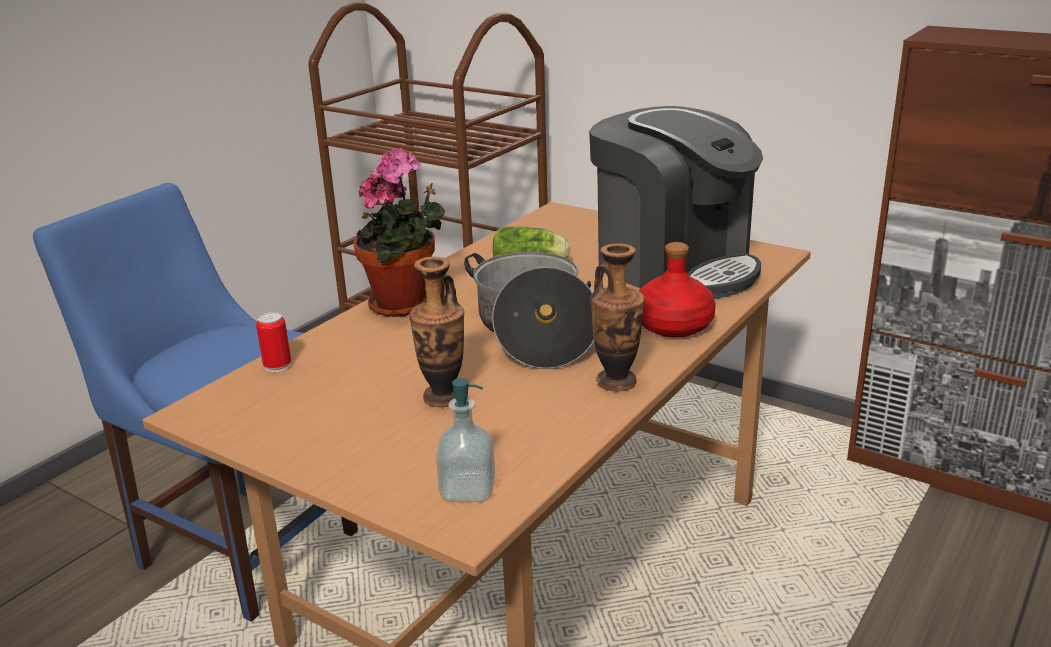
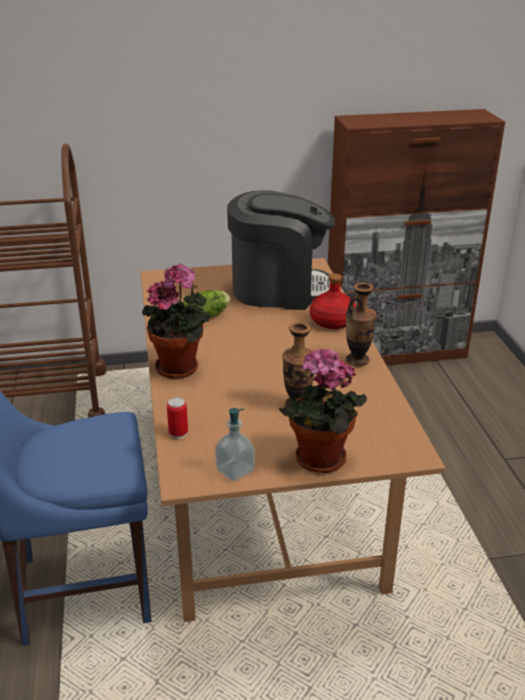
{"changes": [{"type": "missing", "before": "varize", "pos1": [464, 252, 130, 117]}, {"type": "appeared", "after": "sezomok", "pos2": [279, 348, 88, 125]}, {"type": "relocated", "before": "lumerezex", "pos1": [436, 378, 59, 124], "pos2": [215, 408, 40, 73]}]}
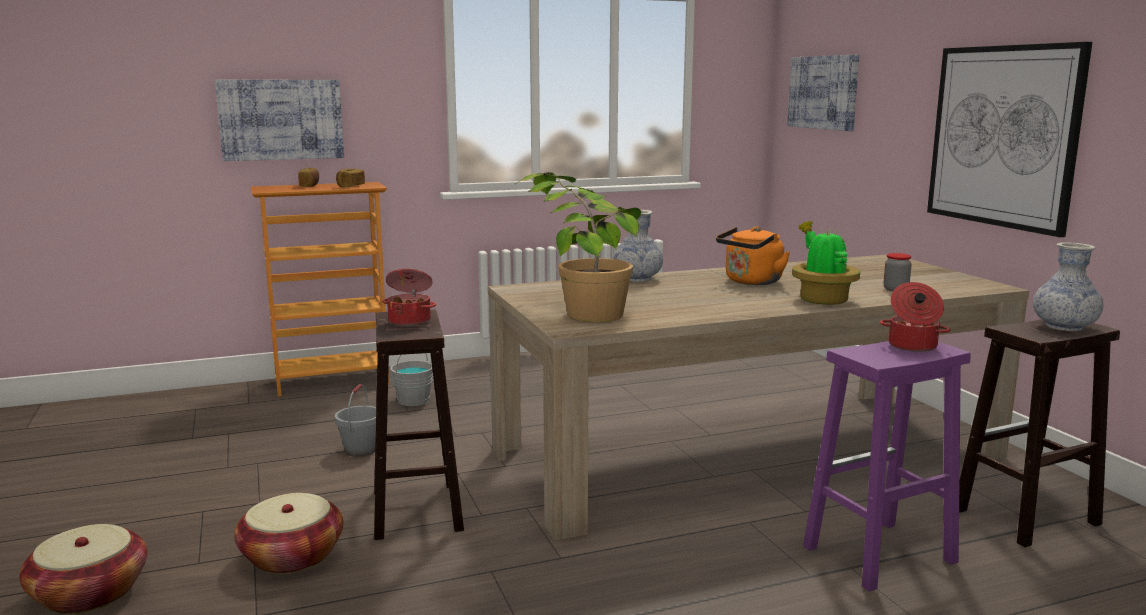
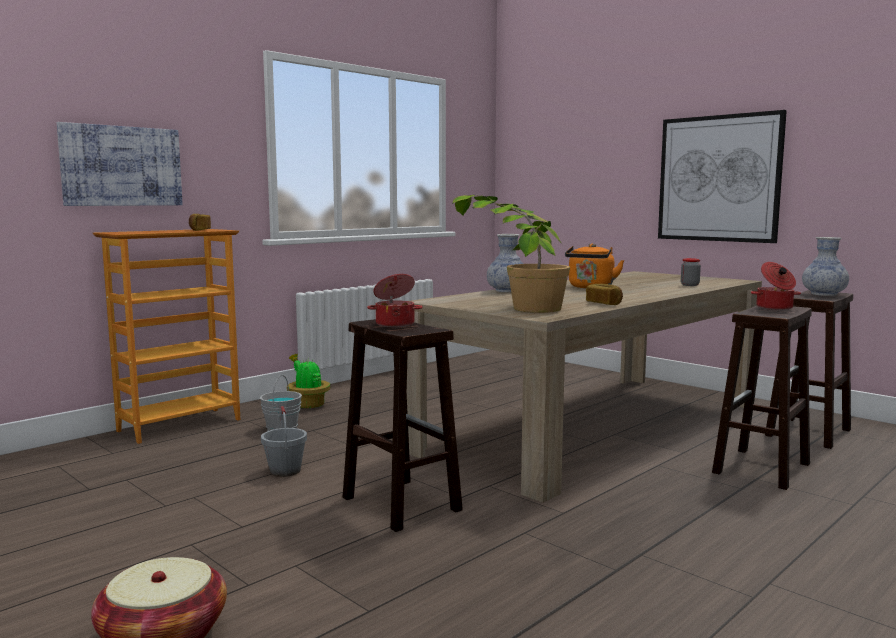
{"changes": [{"type": "missing", "before": "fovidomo", "pos1": [234, 493, 109, 81]}, {"type": "missing", "before": "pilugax", "pos1": [787, 55, 72, 76]}, {"type": "relocated", "before": "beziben", "pos1": [298, 168, 21, 19], "pos2": [586, 284, 37, 21]}, {"type": "relocated", "before": "sezomok", "pos1": [792, 221, 68, 84], "pos2": [287, 354, 43, 54]}, {"type": "colour", "before": "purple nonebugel", "after": "brown nonebugel", "pos1": [803, 341, 168, 251], "pos2": [712, 305, 100, 185]}]}
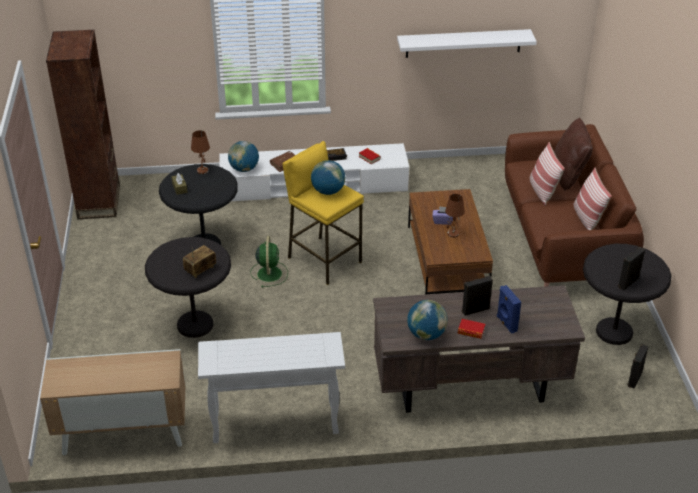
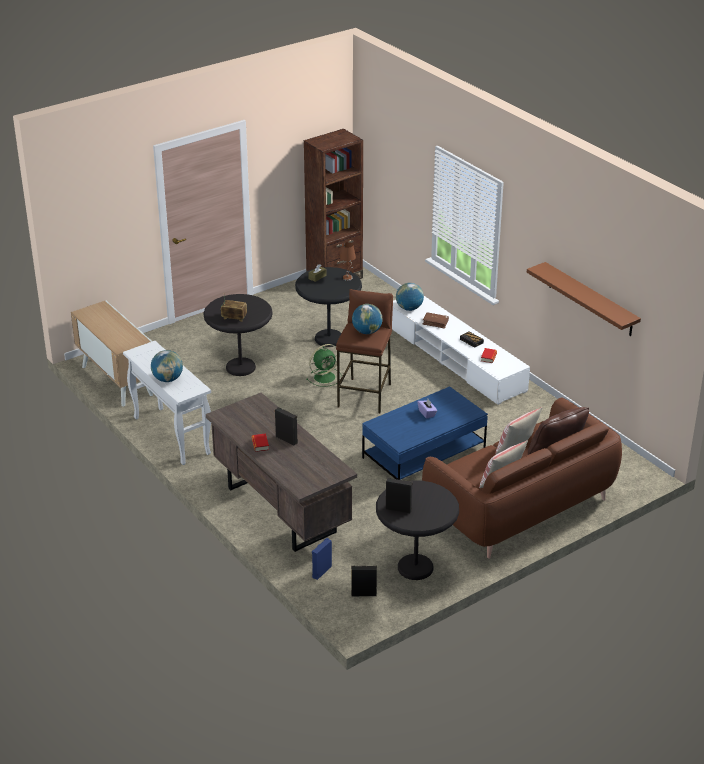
{"changes": [{"type": "missing", "before": "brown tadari", "pos1": [445, 194, 20, 44]}, {"type": "relocated", "before": "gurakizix", "pos1": [407, 300, 41, 40], "pos2": [151, 350, 32, 32]}, {"type": "relocated", "before": "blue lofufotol", "pos1": [497, 285, 24, 48], "pos2": [312, 538, 20, 42]}, {"type": "colour", "before": "yellow nonebugel", "after": "brown nonebugel", "pos1": [283, 141, 81, 144], "pos2": [336, 289, 57, 124]}, {"type": "colour", "before": "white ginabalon", "after": "brown ginabalon", "pos1": [397, 29, 140, 29], "pos2": [527, 262, 114, 74]}, {"type": "colour", "before": "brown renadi", "after": "blue renadi", "pos1": [408, 189, 85, 106], "pos2": [362, 386, 126, 94]}]}
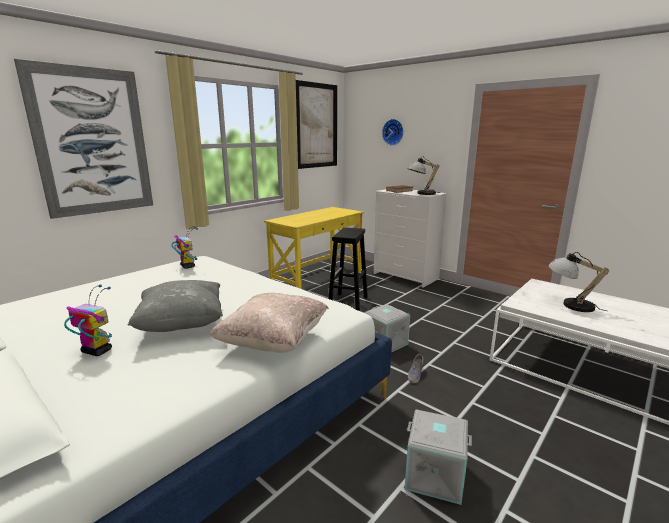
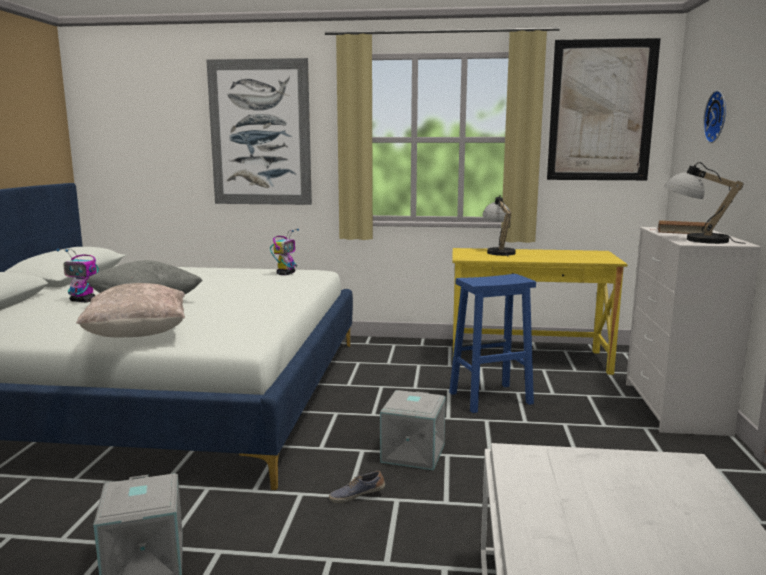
{"changes": [{"type": "relocated", "before": "tadari", "pos1": [548, 252, 61, 60], "pos2": [482, 195, 34, 62]}, {"type": "colour", "before": "black nonebugel", "after": "blue nonebugel", "pos1": [328, 227, 40, 84], "pos2": [449, 274, 87, 139]}, {"type": "spun", "before": "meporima", "pos1": [64, 284, 48, 72], "pos2": [56, 249, 42, 53], "turn": 120}]}
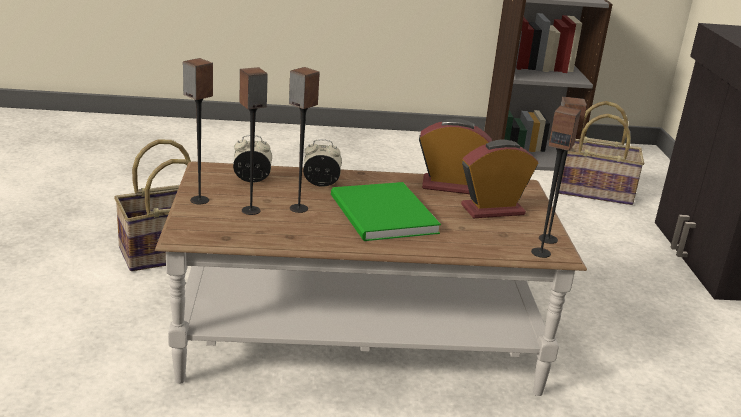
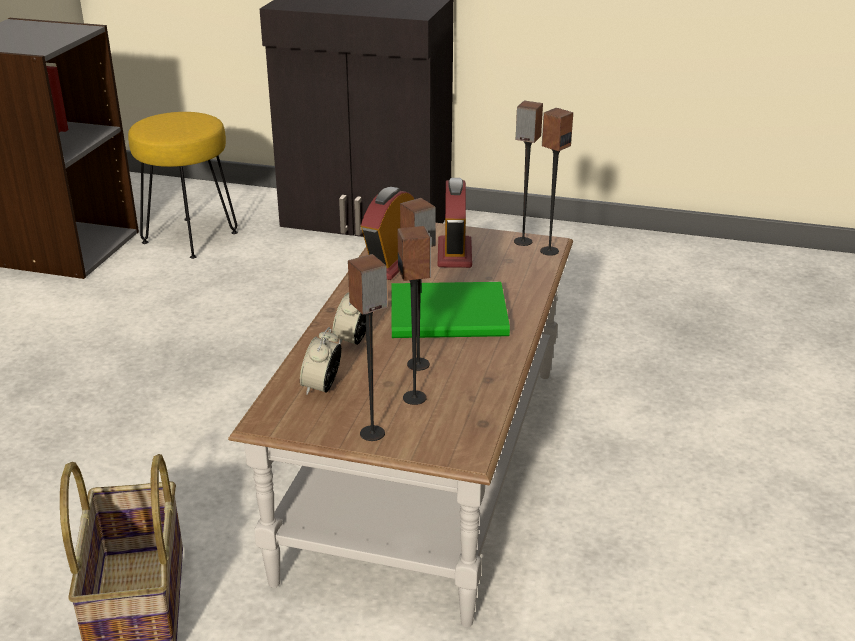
{"changes": [{"type": "exchanged", "before": "fovidomo", "after": "yellow nonebugel", "pos1": [555, 101, 89, 104], "pos2": [128, 112, 110, 147]}]}
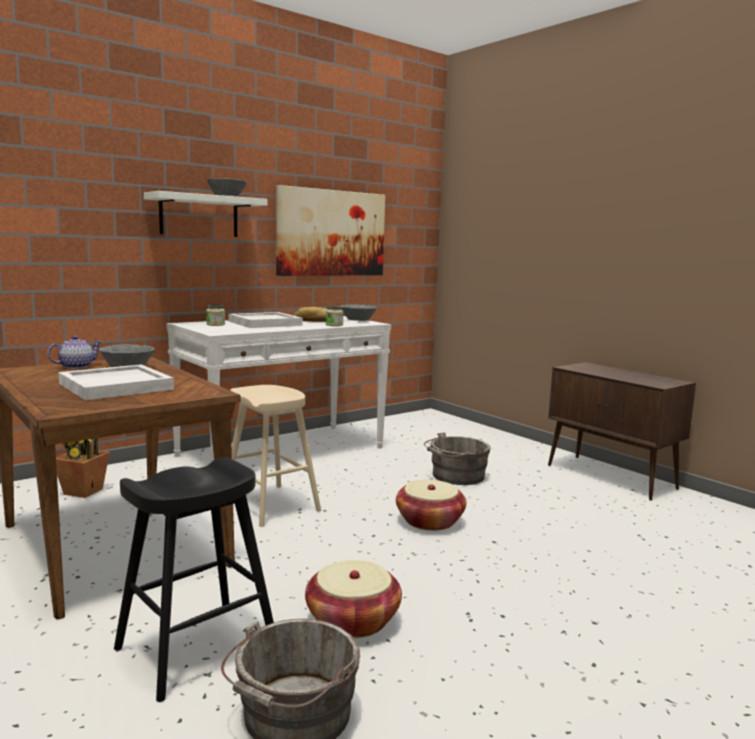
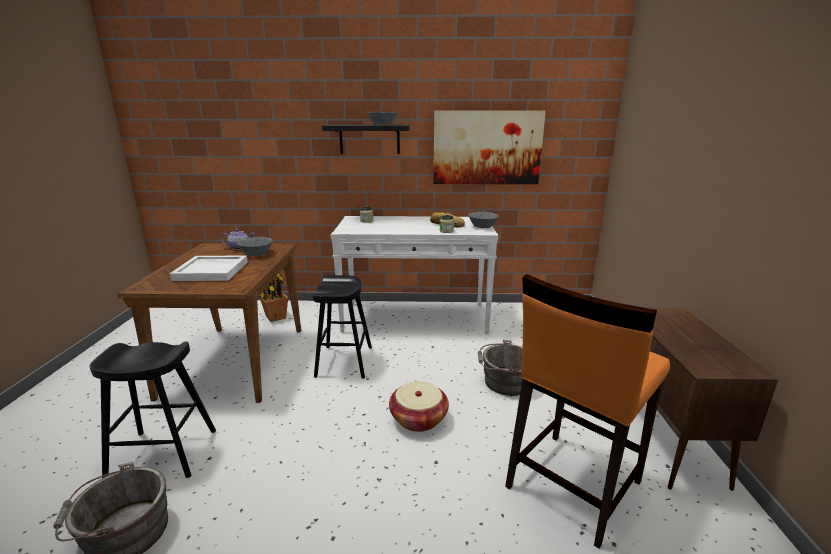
{"changes": [{"type": "missing", "before": "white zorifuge", "pos1": [229, 312, 74, 16]}, {"type": "missing", "before": "fovidomo", "pos1": [305, 560, 97, 78]}, {"type": "appeared", "after": "orange nonebugel", "pos2": [505, 274, 165, 275]}, {"type": "colour", "before": "white ginabalon", "after": "black ginabalon", "pos1": [144, 191, 123, 46], "pos2": [322, 125, 88, 29]}, {"type": "colour", "before": "beige nonebugel", "after": "black nonebugel", "pos1": [230, 385, 91, 142], "pos2": [313, 275, 59, 104]}]}
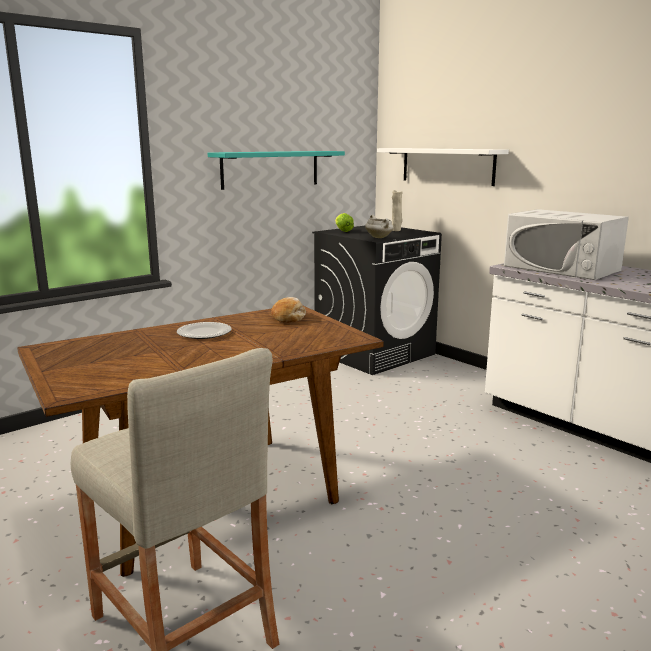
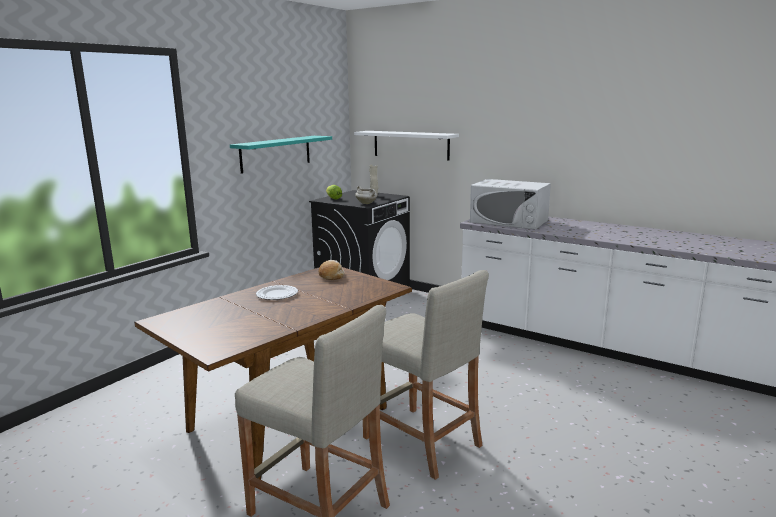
{"changes": [{"type": "appeared", "after": "beige nonebugel", "pos2": [363, 270, 126, 210]}]}
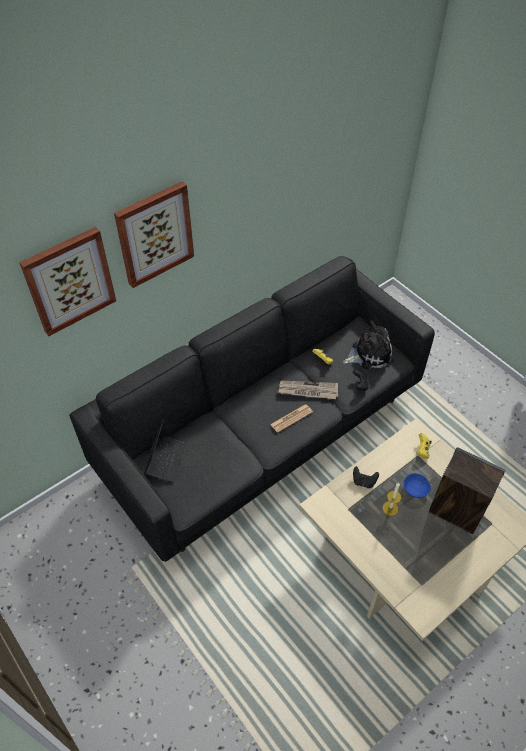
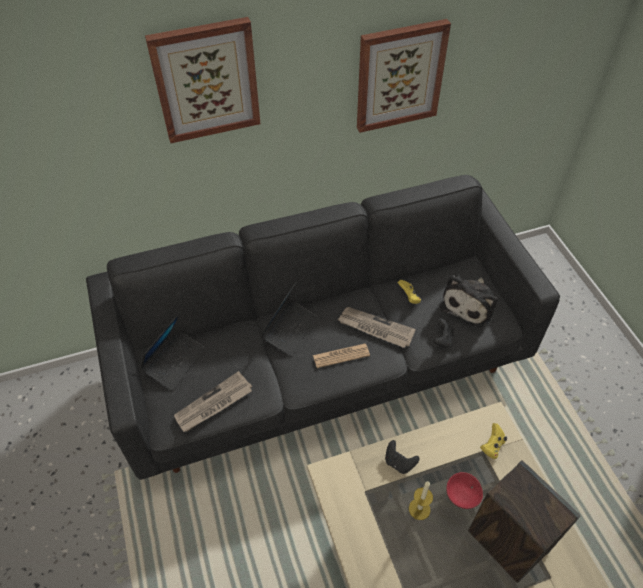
{"changes": [{"type": "appeared", "after": "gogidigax", "pos2": [174, 371, 78, 61]}, {"type": "appeared", "after": "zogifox", "pos2": [260, 281, 57, 76]}, {"type": "relocated", "before": "pilugax", "pos1": [19, 227, 97, 109], "pos2": [357, 19, 94, 114]}, {"type": "colour", "before": "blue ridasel", "after": "red ridasel", "pos1": [404, 473, 27, 25], "pos2": [446, 472, 37, 37]}, {"type": "spun", "before": "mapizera", "pos1": [343, 321, 50, 48], "pos2": [440, 275, 58, 53], "turn": 120}]}
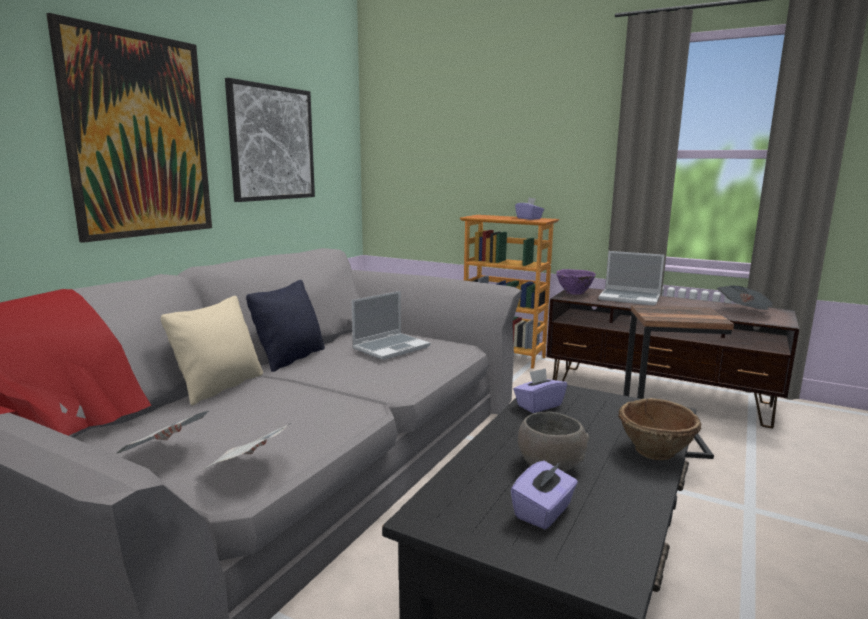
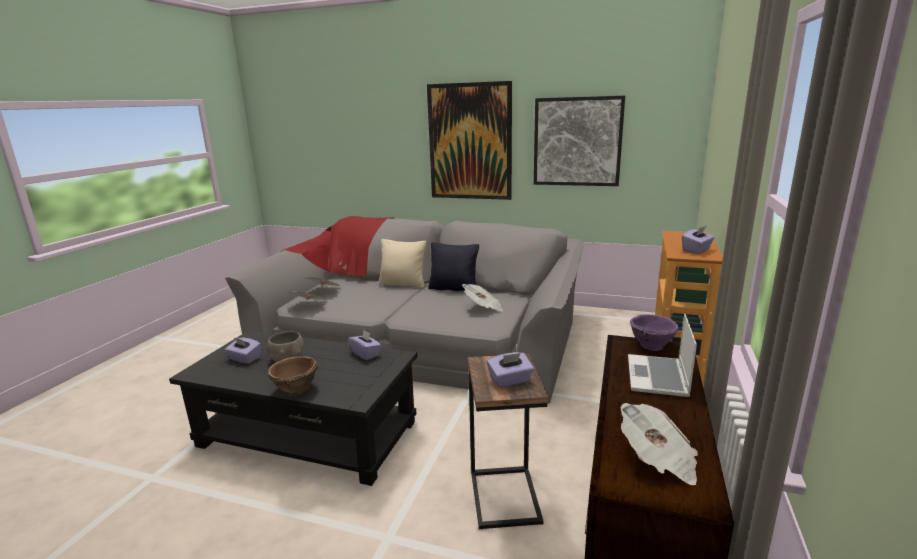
{"changes": [{"type": "appeared", "after": "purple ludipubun", "pos2": [487, 352, 47, 36]}, {"type": "exchanged", "before": "zogifox", "after": "gogidigax", "pos1": [352, 291, 78, 69], "pos2": [462, 284, 41, 27]}]}
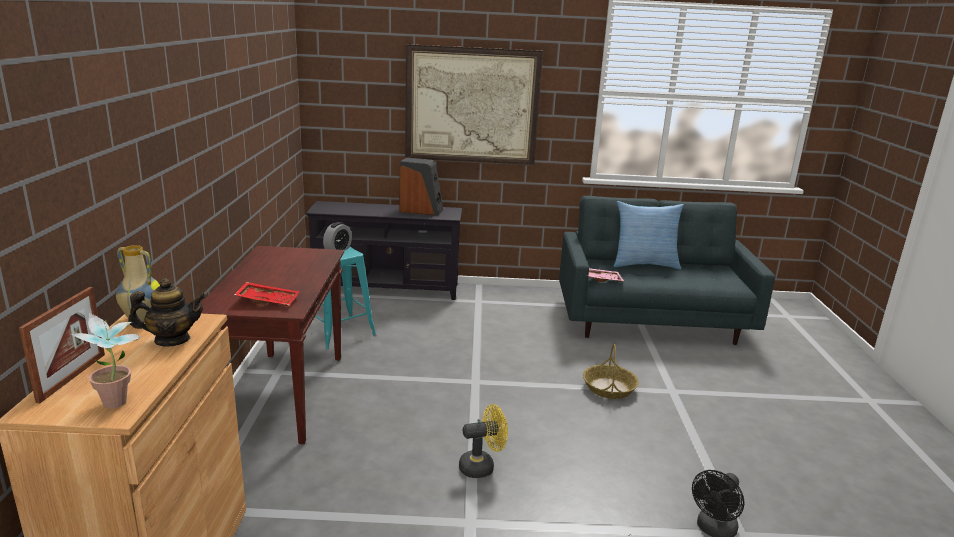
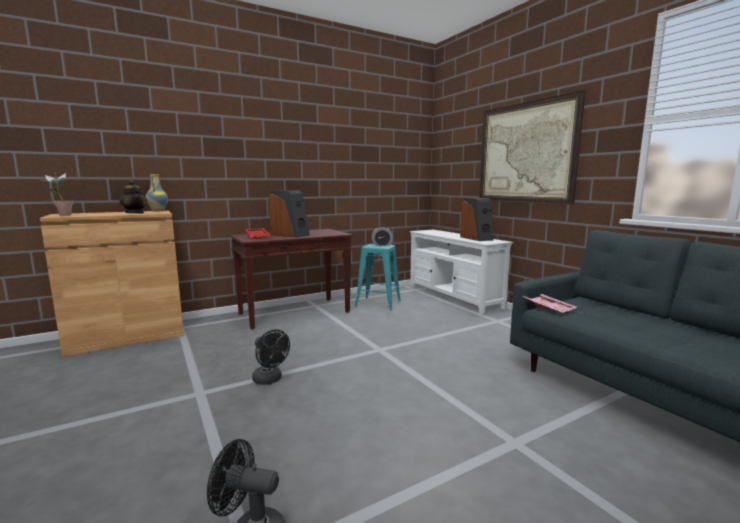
{"changes": [{"type": "missing", "before": "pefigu", "pos1": [19, 287, 86, 116]}, {"type": "missing", "before": "fovidomo", "pos1": [583, 343, 56, 56]}, {"type": "missing", "before": "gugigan", "pos1": [614, 201, 70, 69]}, {"type": "appeared", "after": "lofufotol", "pos2": [269, 190, 41, 47]}, {"type": "colour", "before": "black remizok", "after": "white remizok", "pos1": [306, 201, 157, 99], "pos2": [410, 230, 103, 85]}, {"type": "colour", "before": "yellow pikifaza", "after": "black pikifaza", "pos1": [459, 404, 49, 74], "pos2": [252, 329, 38, 56]}]}
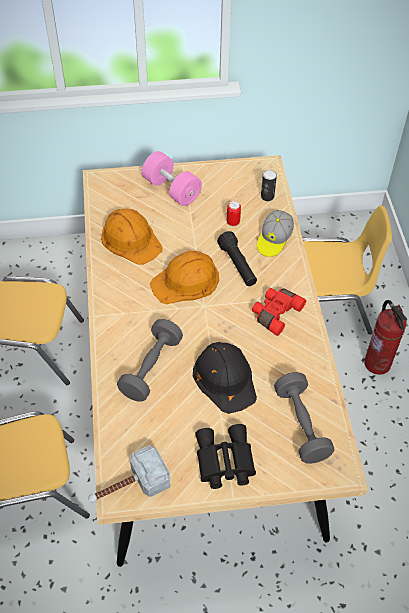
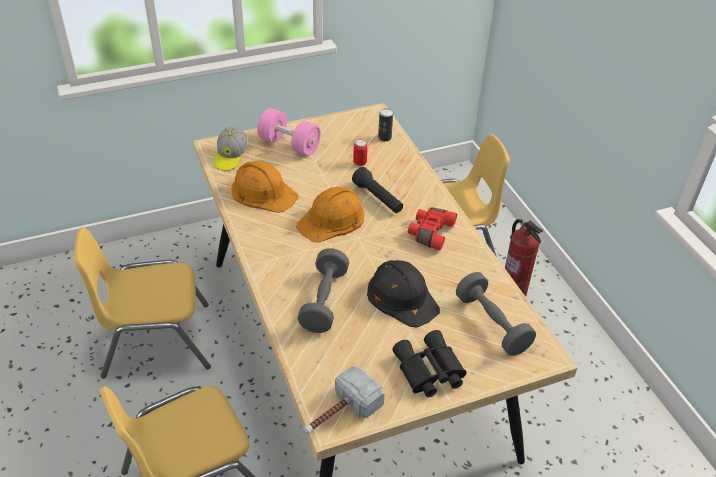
{"changes": [{"type": "relocated", "before": "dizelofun", "pos1": [257, 210, 37, 47], "pos2": [214, 127, 34, 44]}]}
